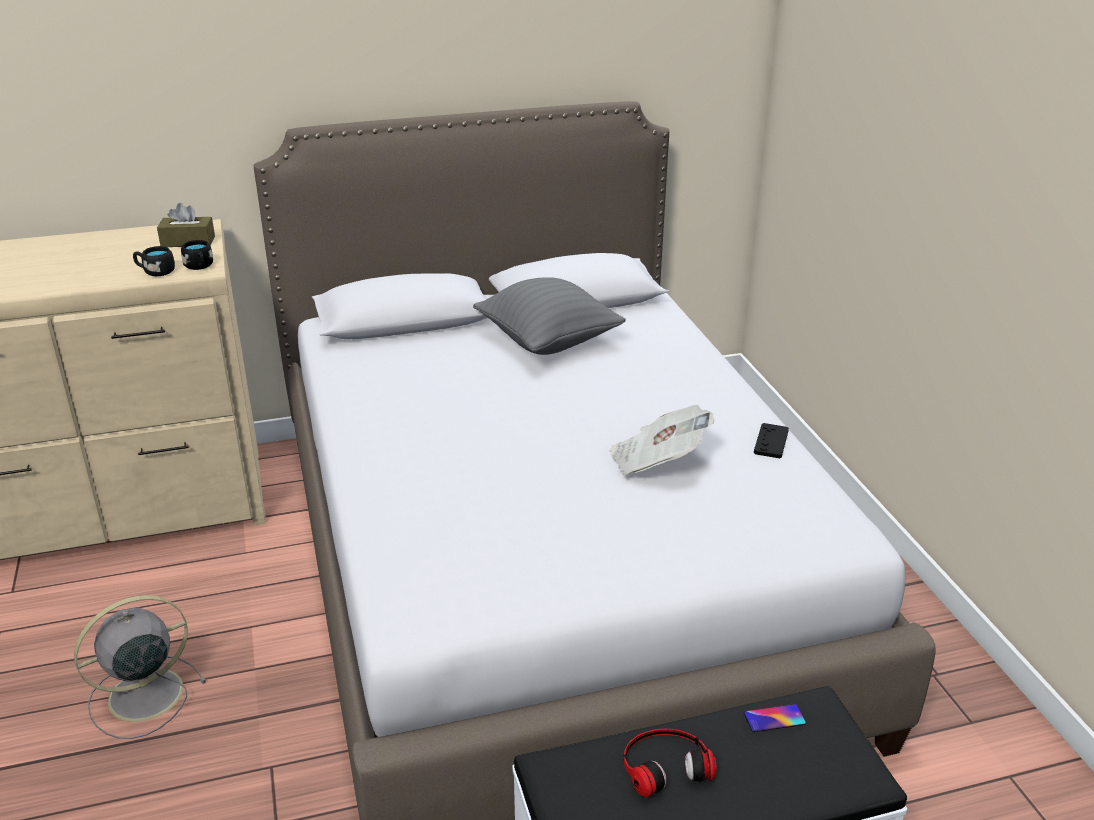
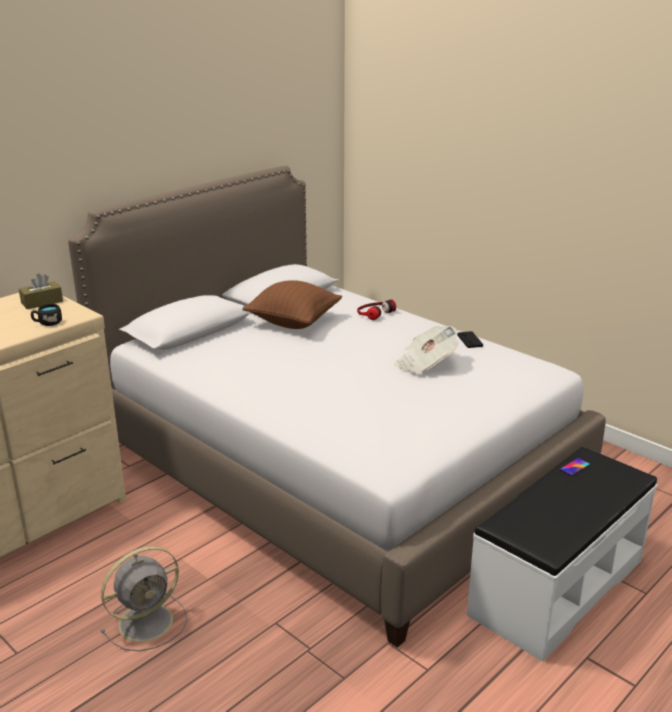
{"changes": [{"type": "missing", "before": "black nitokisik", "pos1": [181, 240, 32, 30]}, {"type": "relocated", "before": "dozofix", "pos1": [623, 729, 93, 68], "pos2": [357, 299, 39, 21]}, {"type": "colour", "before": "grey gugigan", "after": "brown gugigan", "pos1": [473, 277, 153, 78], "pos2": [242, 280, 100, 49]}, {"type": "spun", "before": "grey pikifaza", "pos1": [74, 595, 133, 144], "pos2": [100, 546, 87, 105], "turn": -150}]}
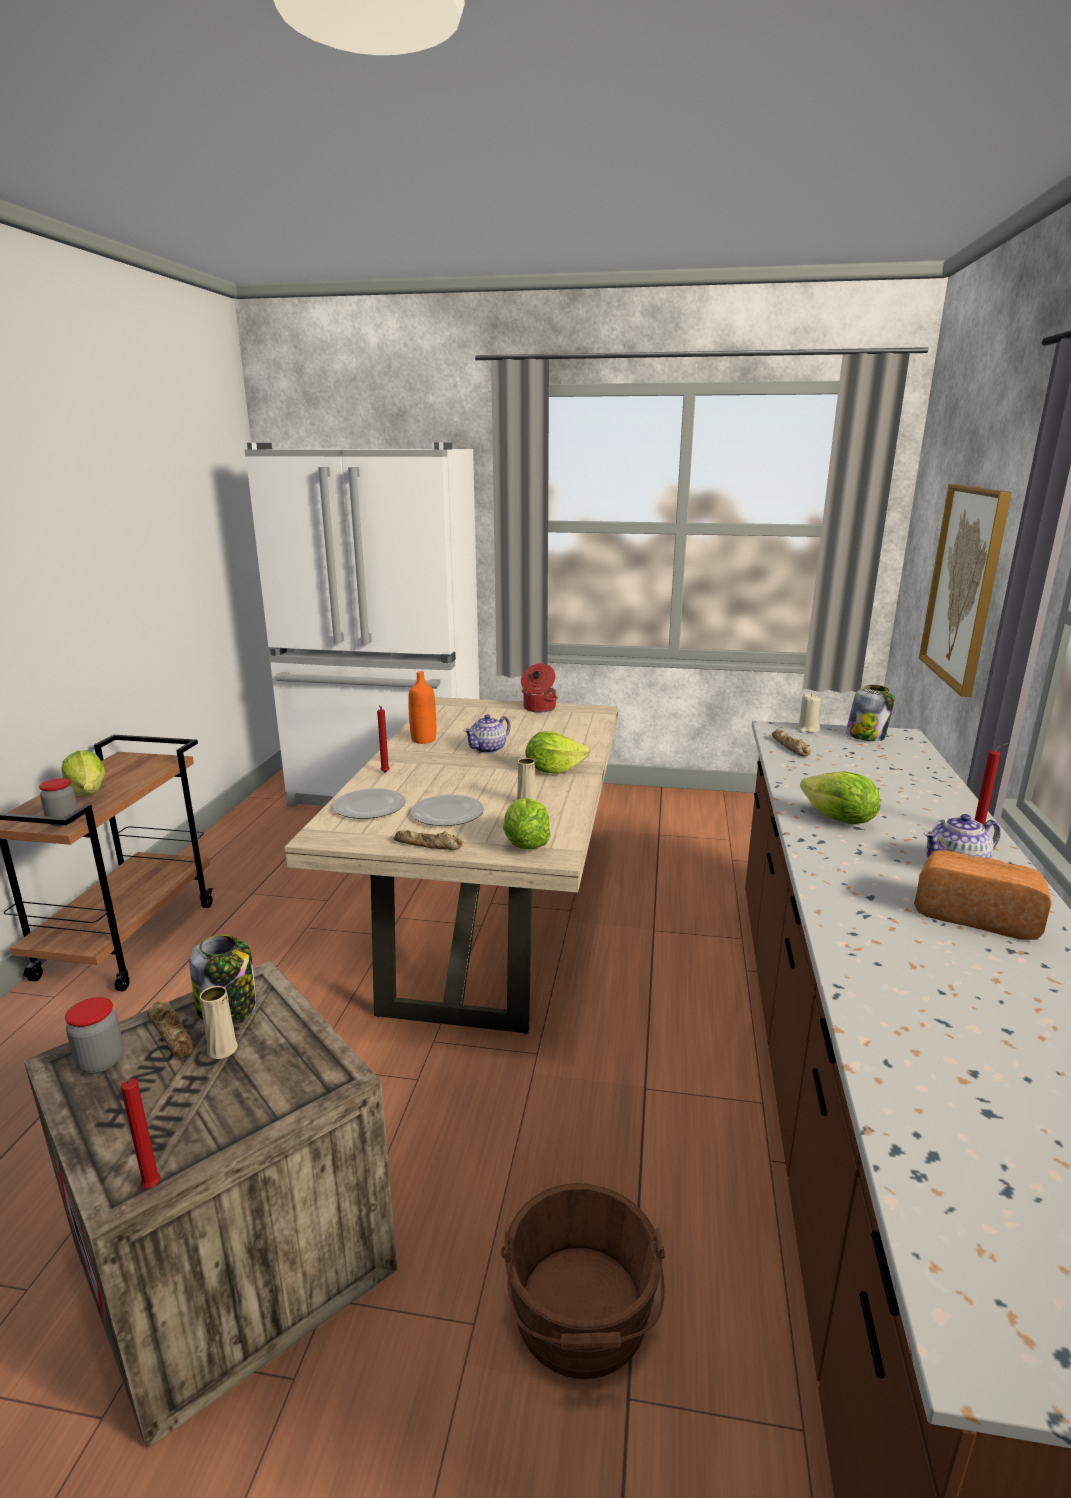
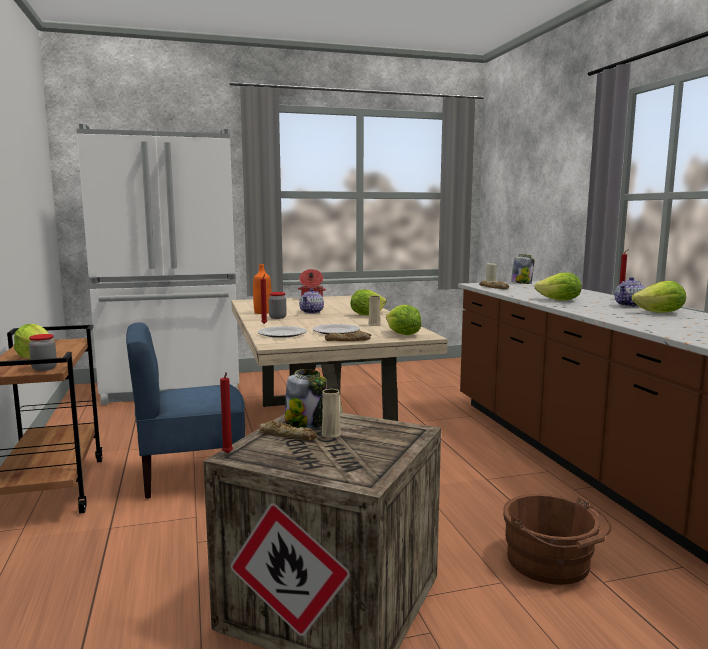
{"changes": [{"type": "missing", "before": "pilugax", "pos1": [919, 484, 93, 213]}, {"type": "appeared", "after": "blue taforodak", "pos2": [126, 322, 119, 177]}, {"type": "relocated", "before": "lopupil", "pos1": [65, 997, 59, 77], "pos2": [269, 292, 18, 27]}, {"type": "relocated", "before": "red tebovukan", "pos1": [118, 1078, 43, 111], "pos2": [220, 372, 13, 81]}, {"type": "exchanged", "before": "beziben", "after": "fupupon", "pos1": [914, 850, 138, 90], "pos2": [632, 281, 54, 32]}]}
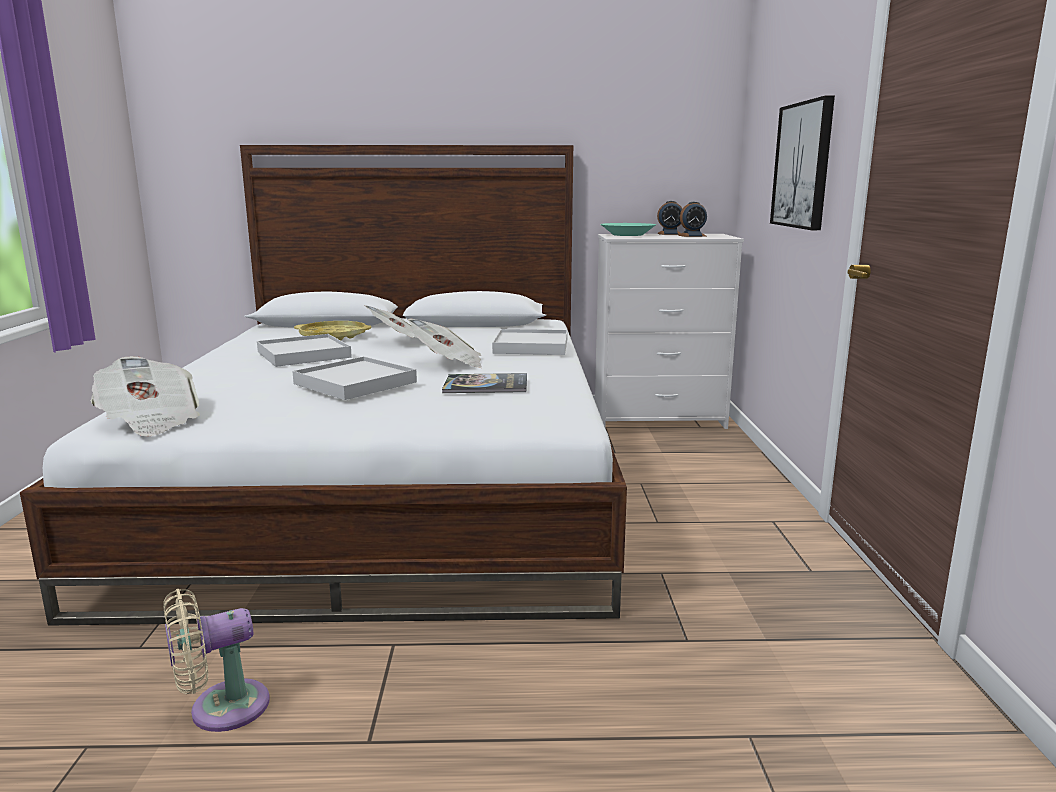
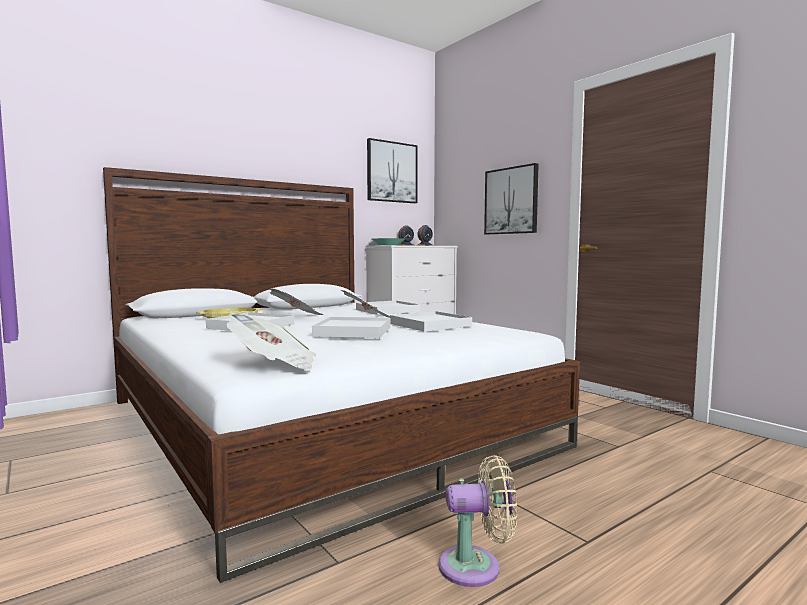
{"changes": [{"type": "appeared", "after": "pilugax", "pos2": [367, 138, 51, 65]}, {"type": "exchanged", "before": "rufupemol", "after": "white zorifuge", "pos1": [442, 373, 85, 20], "pos2": [390, 311, 82, 21]}, {"type": "spun", "before": "beige pikifaza", "pos1": [163, 589, 107, 143], "pos2": [439, 455, 79, 132], "turn": -120}]}
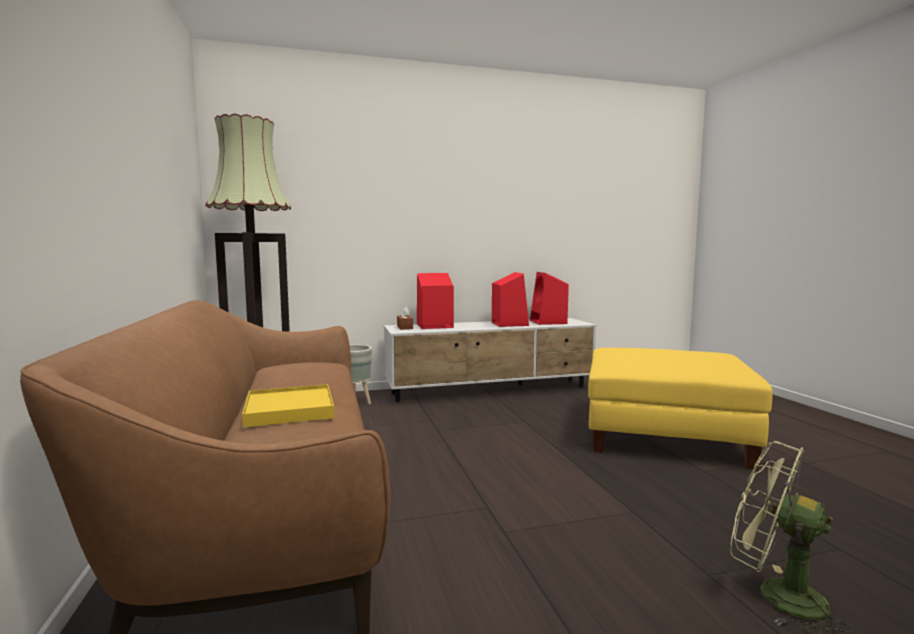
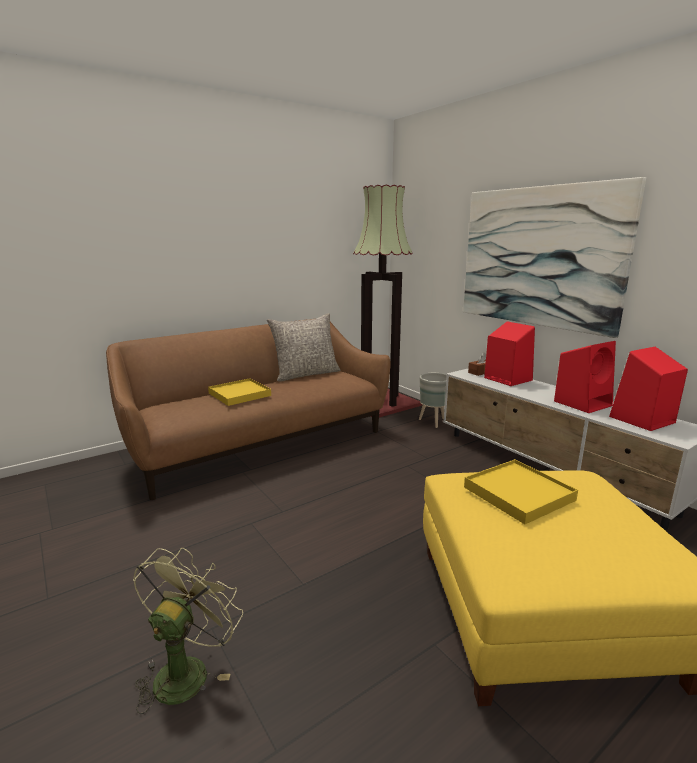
{"changes": [{"type": "appeared", "after": "grey gugigan", "pos2": [267, 313, 74, 69]}, {"type": "appeared", "after": "pilugax", "pos2": [463, 177, 183, 161]}, {"type": "appeared", "after": "yellow zorifuge", "pos2": [464, 459, 114, 65]}]}
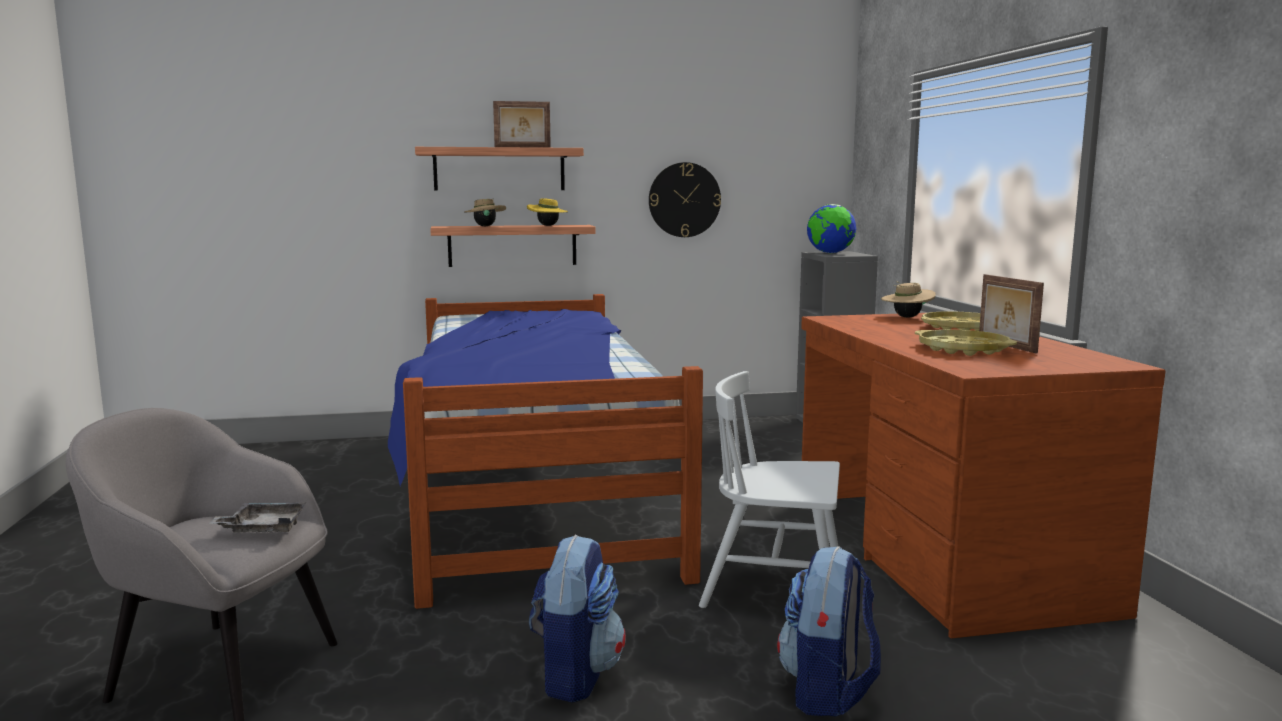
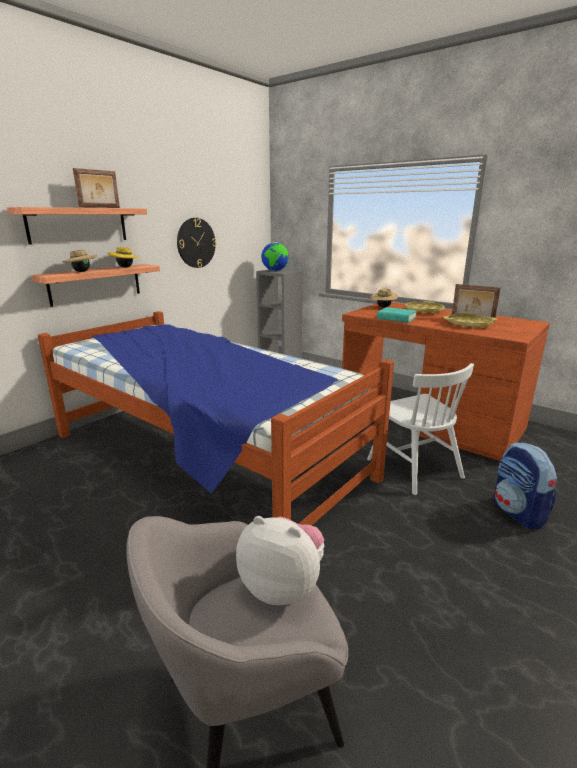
{"changes": [{"type": "missing", "before": "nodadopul", "pos1": [529, 535, 97, 168]}, {"type": "appeared", "after": "turquoise rufupemol", "pos2": [377, 307, 40, 16]}, {"type": "exchanged", "before": "grey zorifuge", "after": "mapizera", "pos1": [208, 502, 98, 31], "pos2": [236, 516, 88, 89]}, {"type": "spun", "before": "white taforodak", "pos1": [699, 371, 141, 237], "pos2": [367, 363, 107, 132], "turn": -90}]}
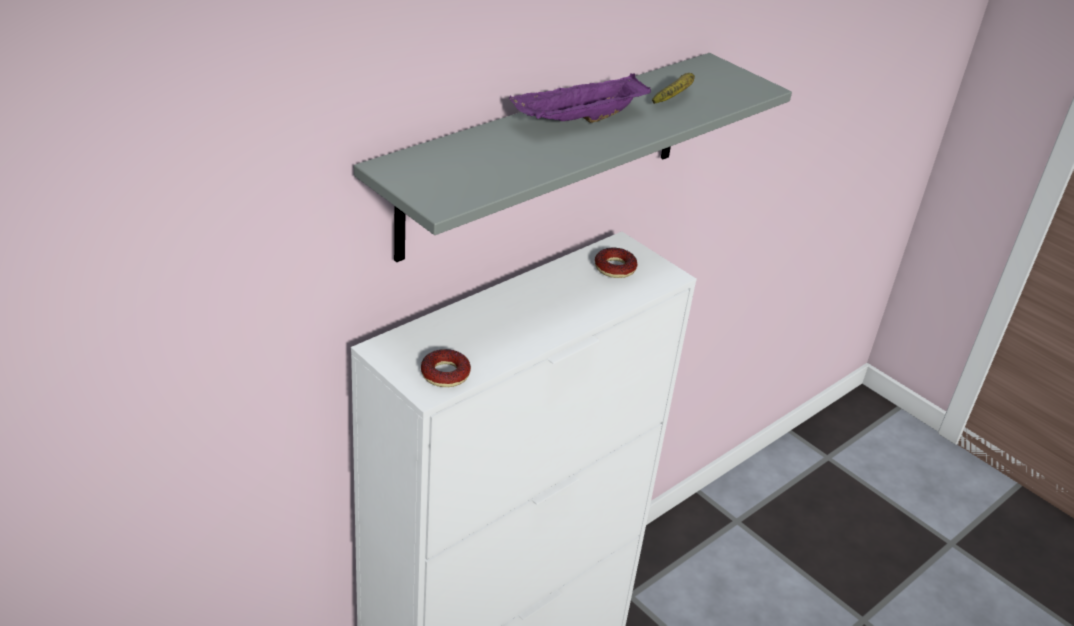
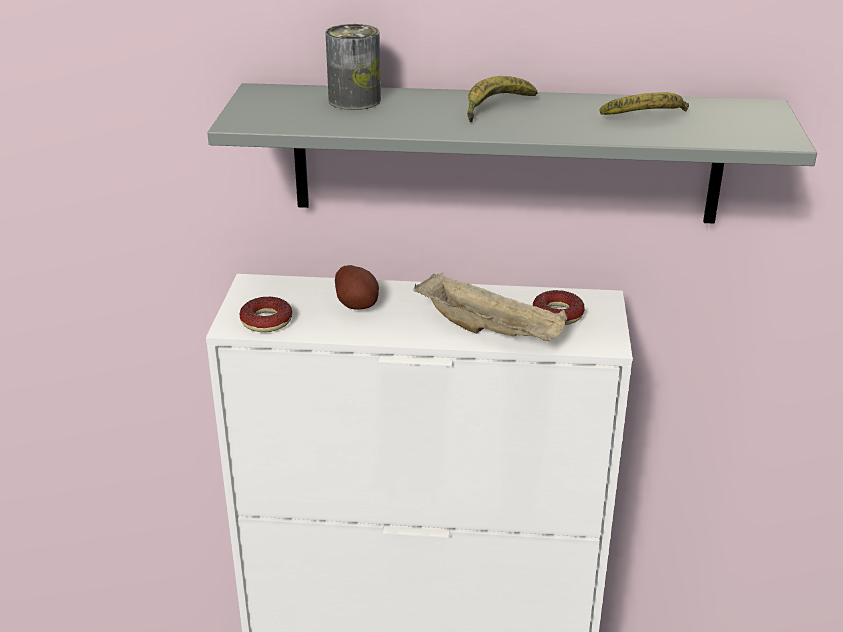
{"changes": [{"type": "appeared", "after": "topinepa", "pos2": [325, 24, 56, 86]}, {"type": "appeared", "after": "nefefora", "pos2": [335, 265, 44, 45]}, {"type": "appeared", "after": "beige zorifuge", "pos2": [413, 273, 154, 68]}, {"type": "exchanged", "before": "purple zorifuge", "after": "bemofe", "pos1": [510, 73, 141, 50], "pos2": [467, 76, 71, 46]}]}
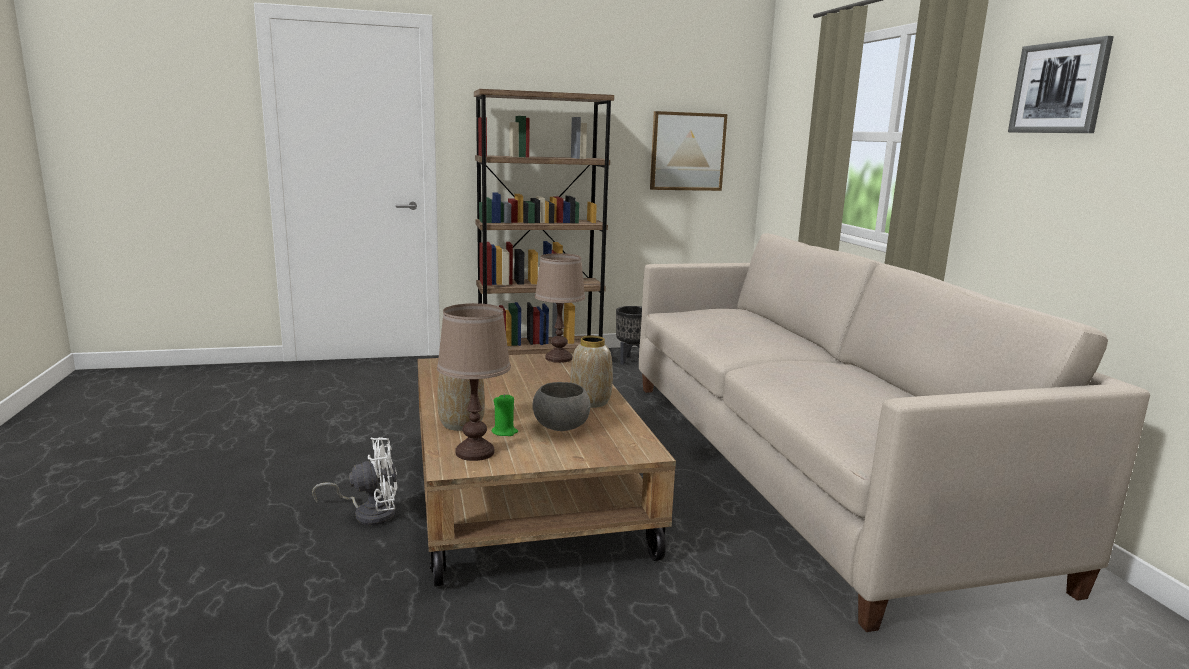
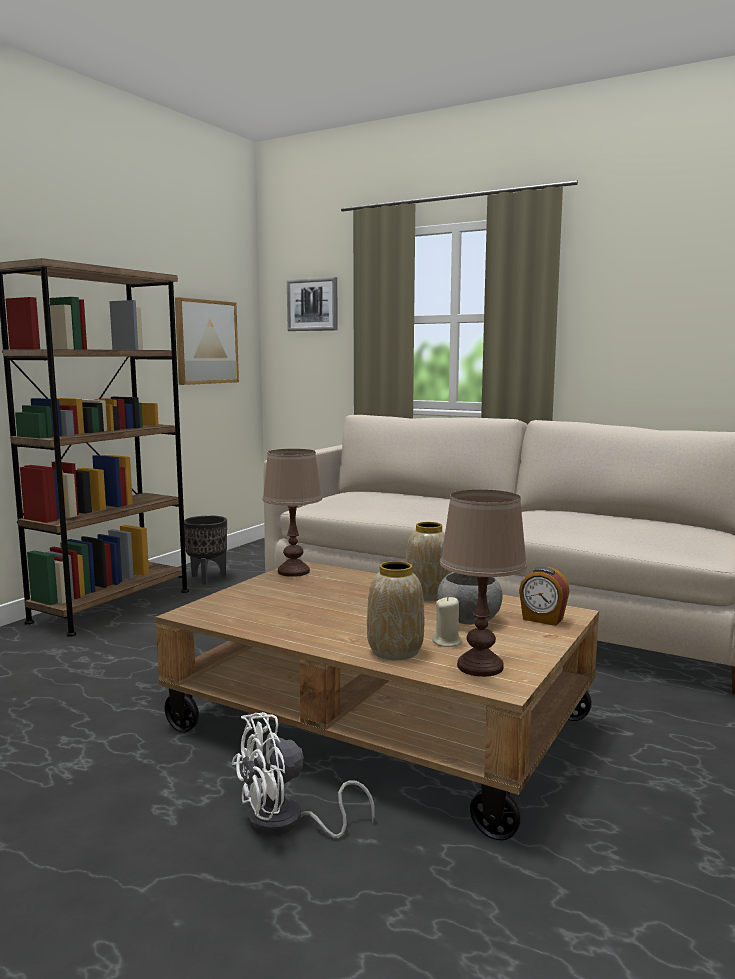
{"changes": [{"type": "appeared", "after": "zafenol", "pos2": [519, 567, 51, 59]}, {"type": "relocated", "before": "pilugax", "pos1": [1008, 36, 106, 97], "pos2": [287, 277, 51, 54]}, {"type": "colour", "before": "green tebovukan", "after": "beige tebovukan", "pos1": [491, 394, 27, 42], "pos2": [432, 596, 30, 51]}, {"type": "spun", "before": "white pikifaza", "pos1": [312, 437, 85, 88], "pos2": [232, 712, 143, 126], "turn": -150}]}
